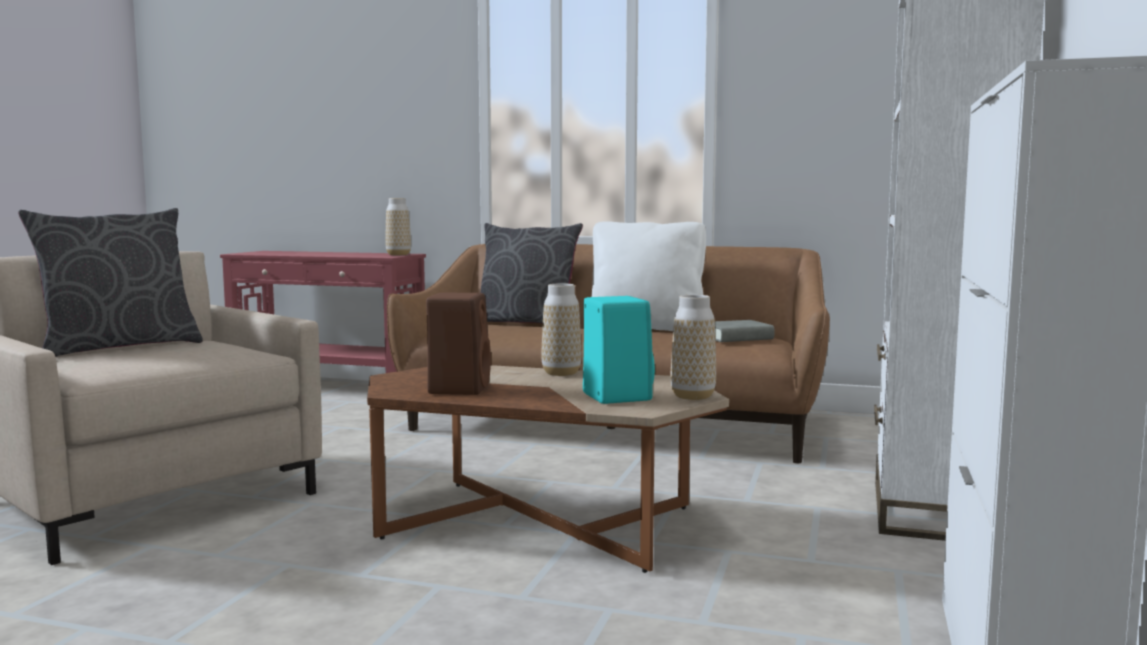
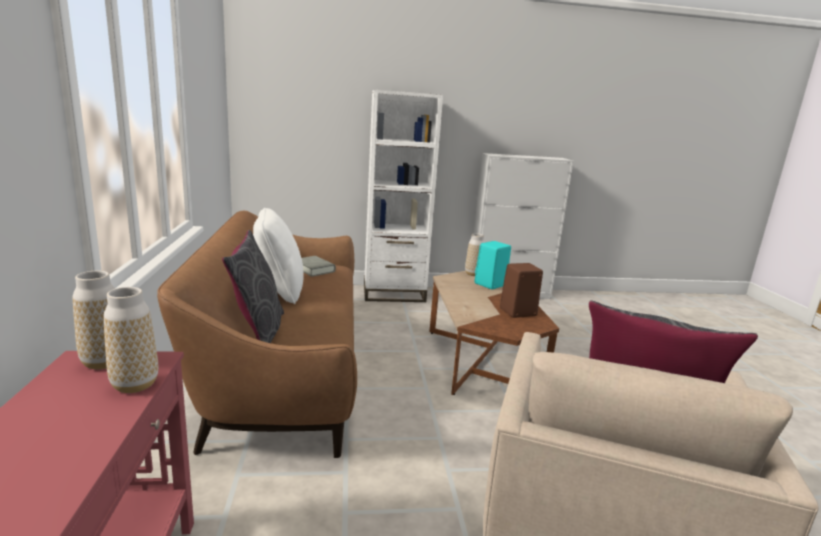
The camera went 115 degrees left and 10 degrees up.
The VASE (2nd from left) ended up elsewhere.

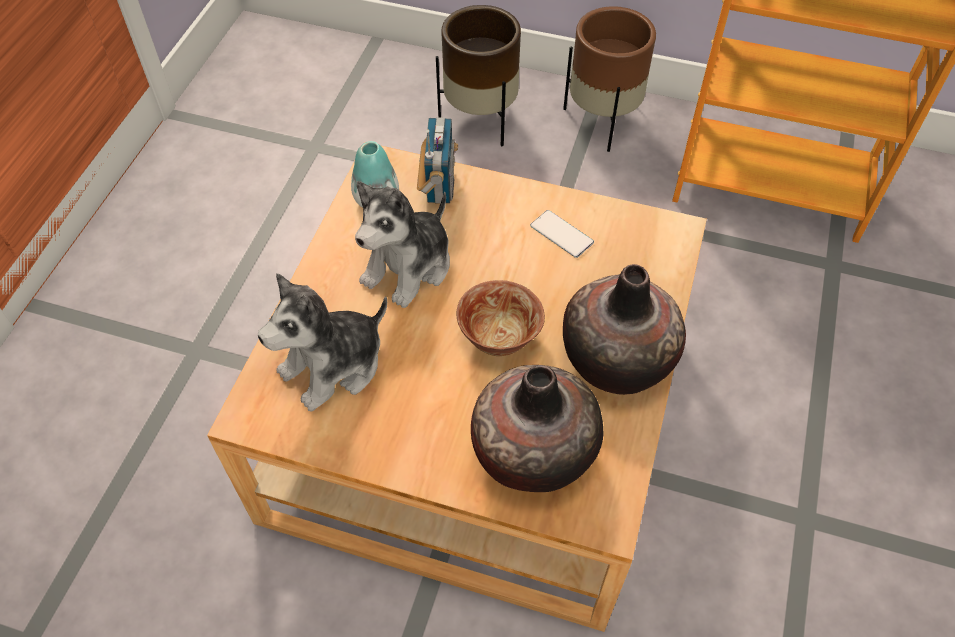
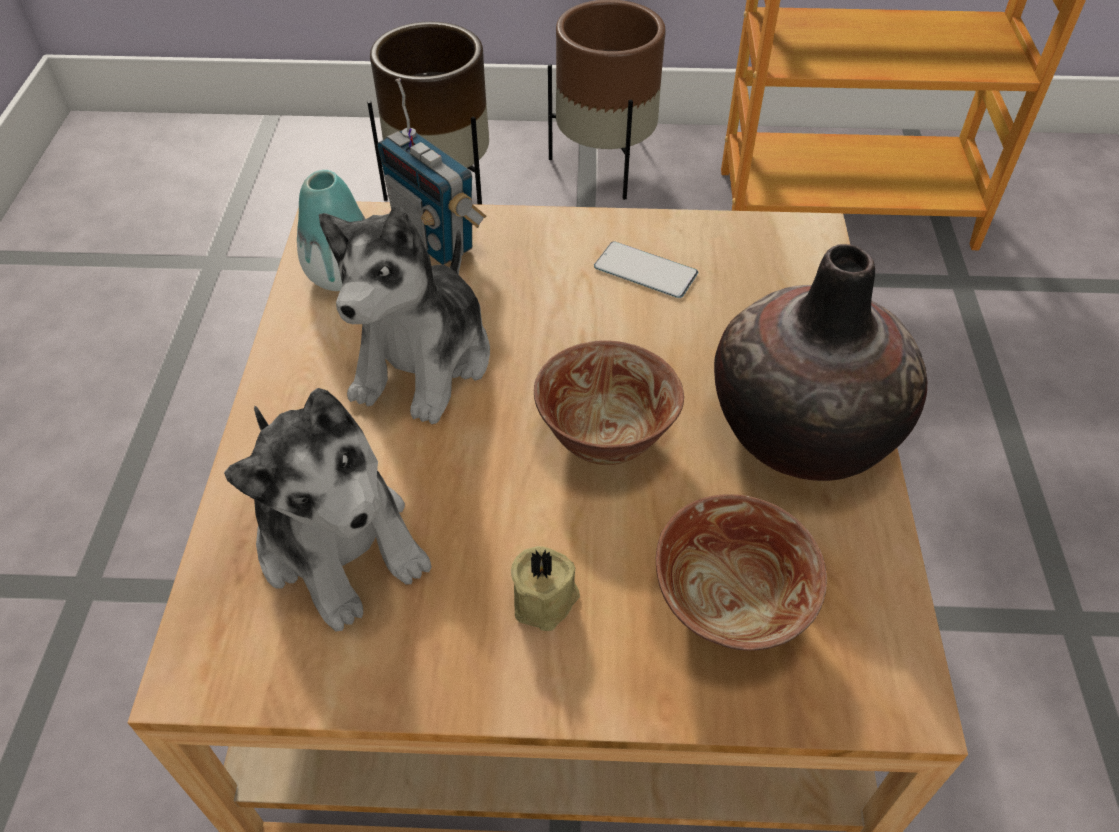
The camera went 15 degrees left and 5 degrees down.
The second view gained the BEIGE CANDLE.
Where the VASE (2nd from left) stood, the BOWL (2nd from left) came to stand.
The PLUSH TOY (1st from left) ended up facing another way, 75 degrees counterclockwise from before.
The RADIO ended up facing another way, 150 degrees clockwise from before.

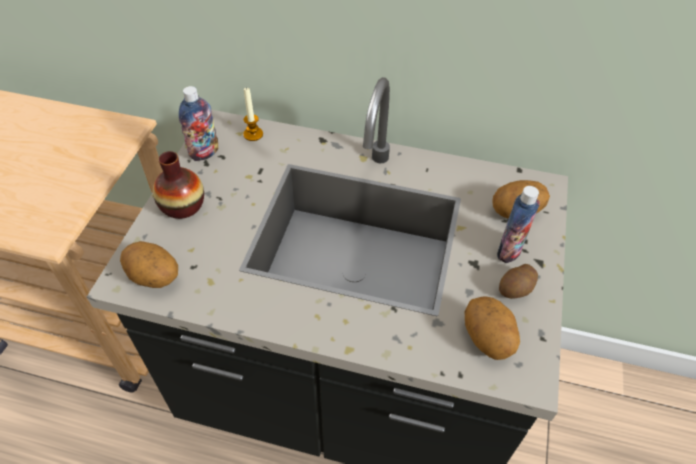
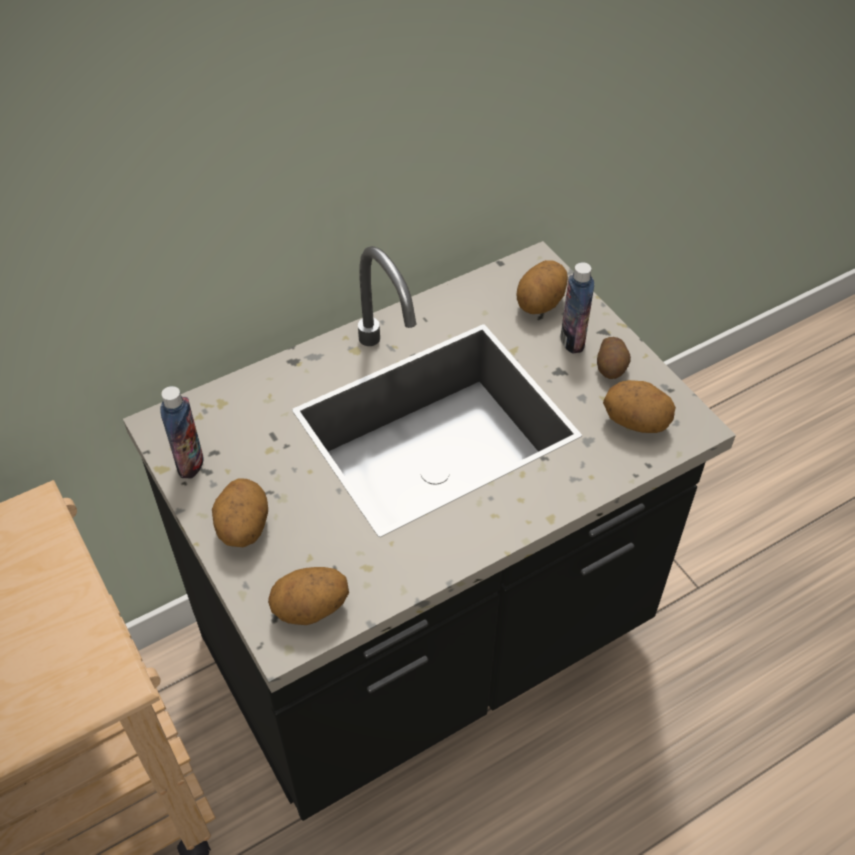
The camera went 45 degrees left and 0 degrees up.
The second view lost the CANDLE.
Where the VASE stood, the POTATO (1st from left) came to stand.

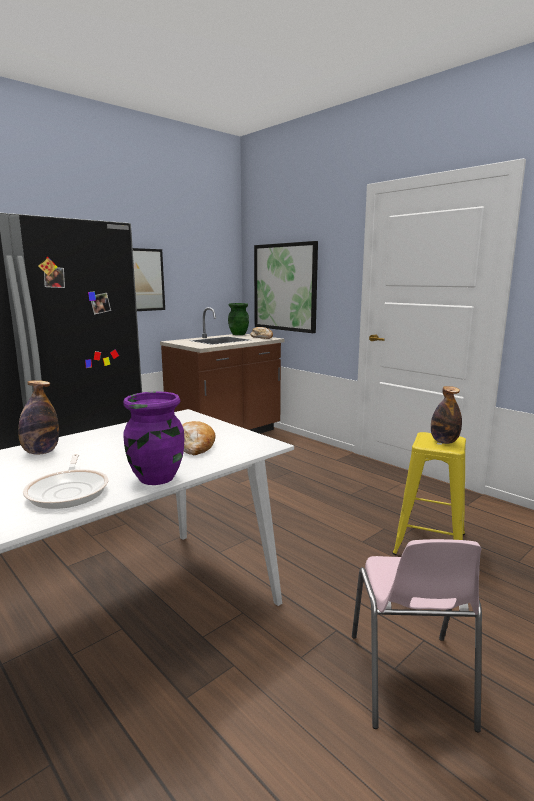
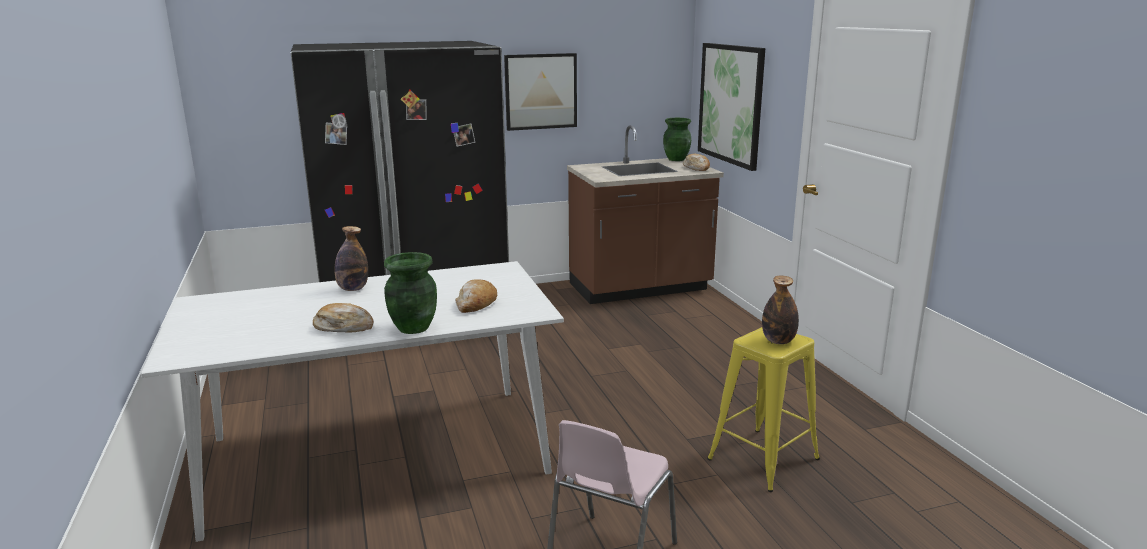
The camera went 25 degrees right and 5 degrees up.
Where the FRYING PAN stood, the BREAD (1st from left) came to stand.
What was the PURPLE VASE turned into the GREEN VASE (1st from left).

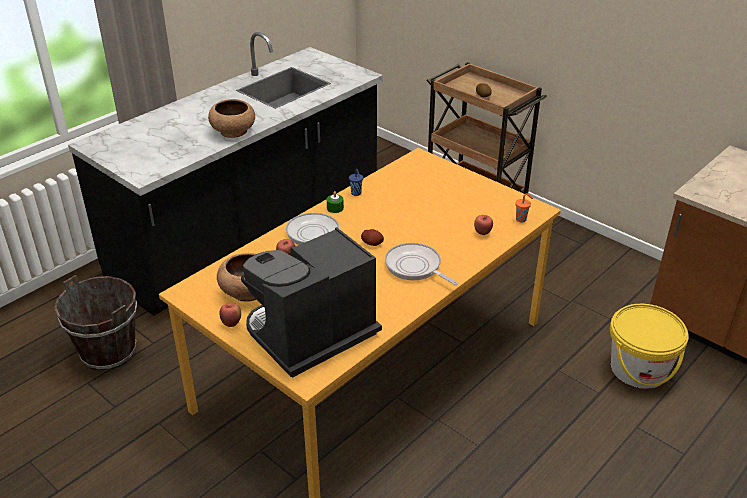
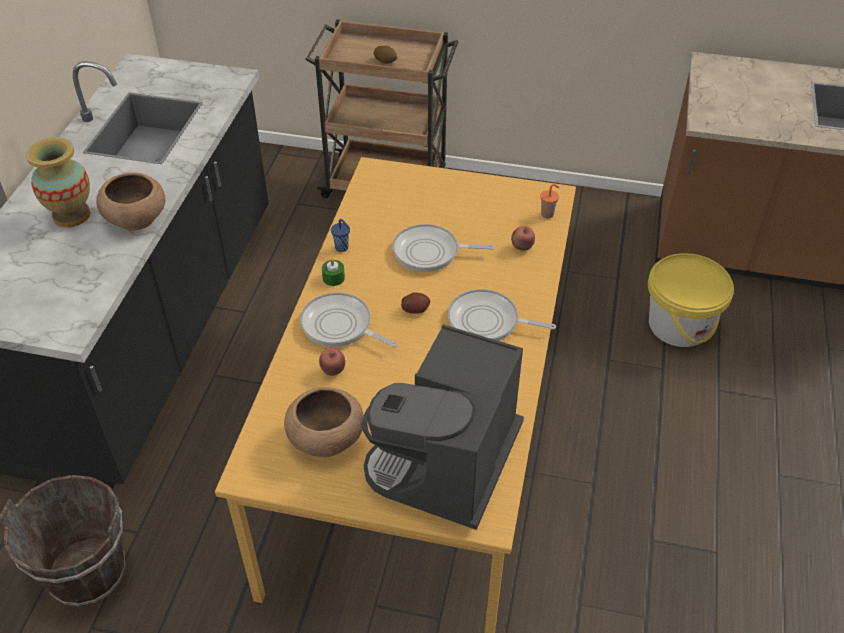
The camera went 30 degrees left and 10 degrees up.
The second view lost the APPLE (1st from left).
The second view gained the VASE.
The second view gained the FRYING PAN (2nd from left).

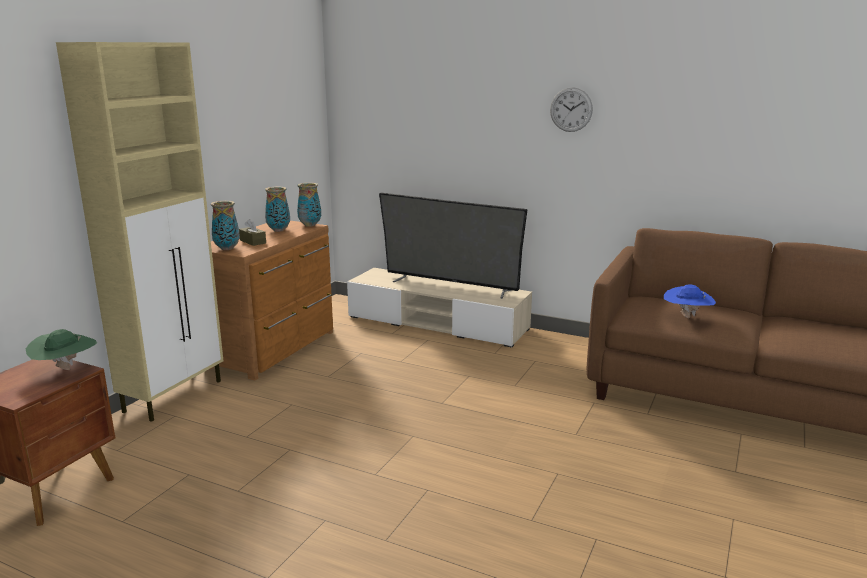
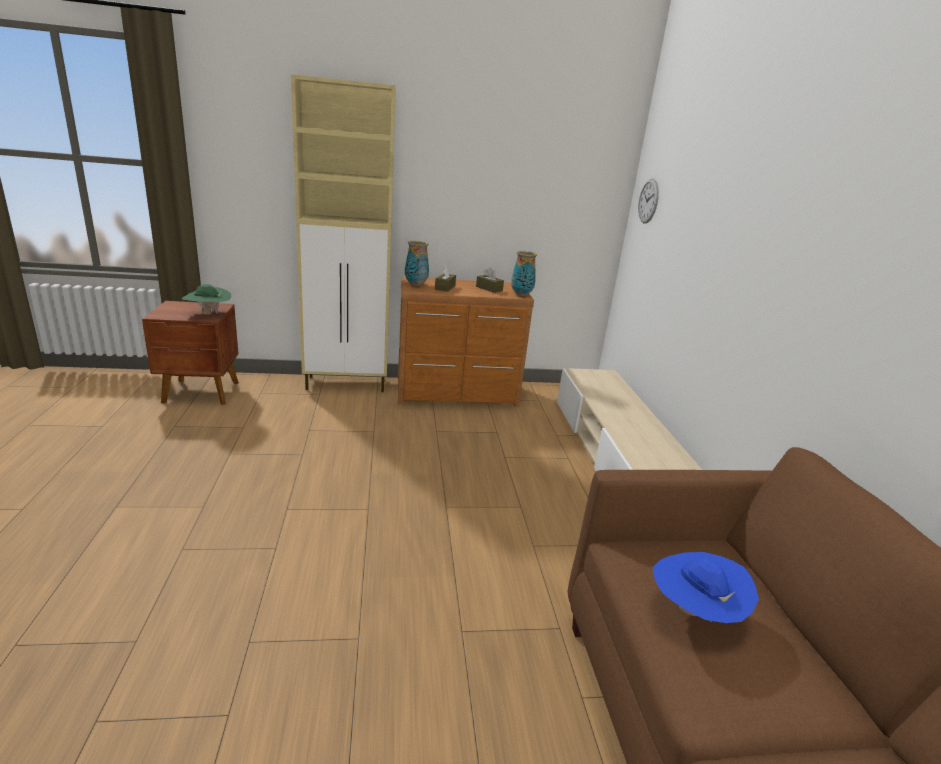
The camera went 55 degrees right and 5 degrees up.
The second view lost the TELEVISION.
The WALL CLOCK ended up elsewhere.
Where the VASE (2nd from left) stood, the BROWN TISSUE BOX (2nd from left) came to stand.

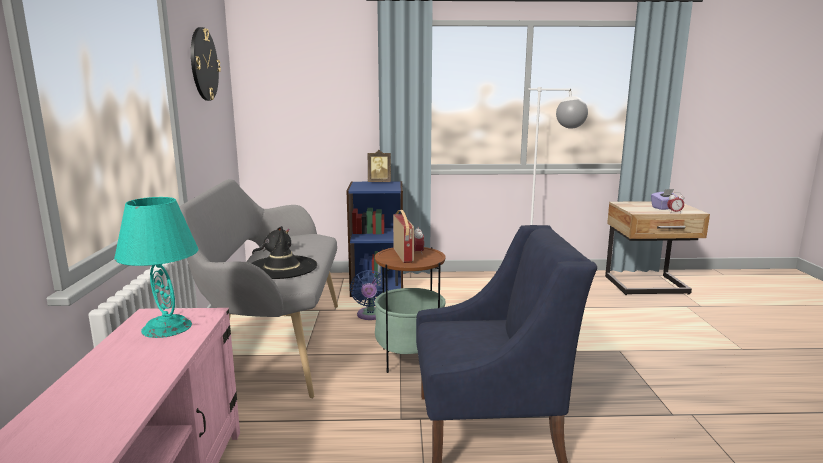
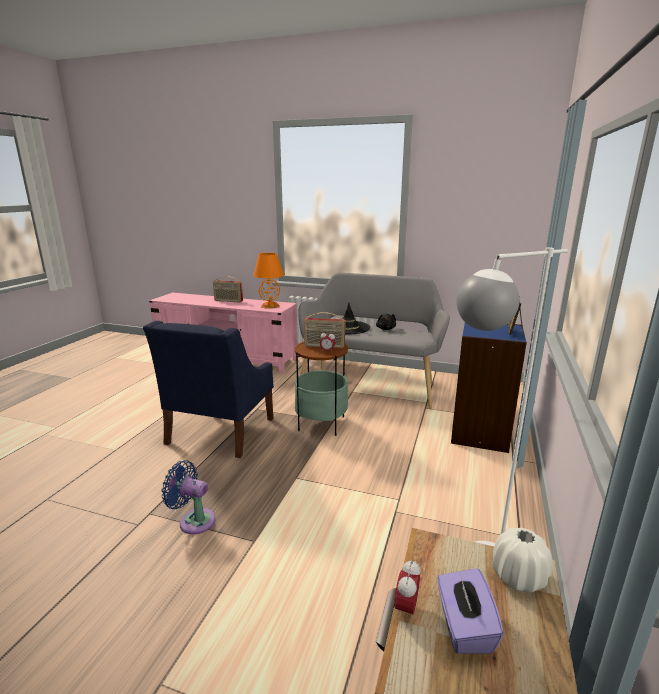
The camera went 110 degrees right and 5 degrees up.
The second view lost the WALL CLOCK.
The second view gained the RADIO (1st from left).
The second view gained the WHITE VASE.
The BLUE FAN ended up elsewhere.
What was the TURQUOISE TABLE LAMP turned into the ORANGE TABLE LAMP.

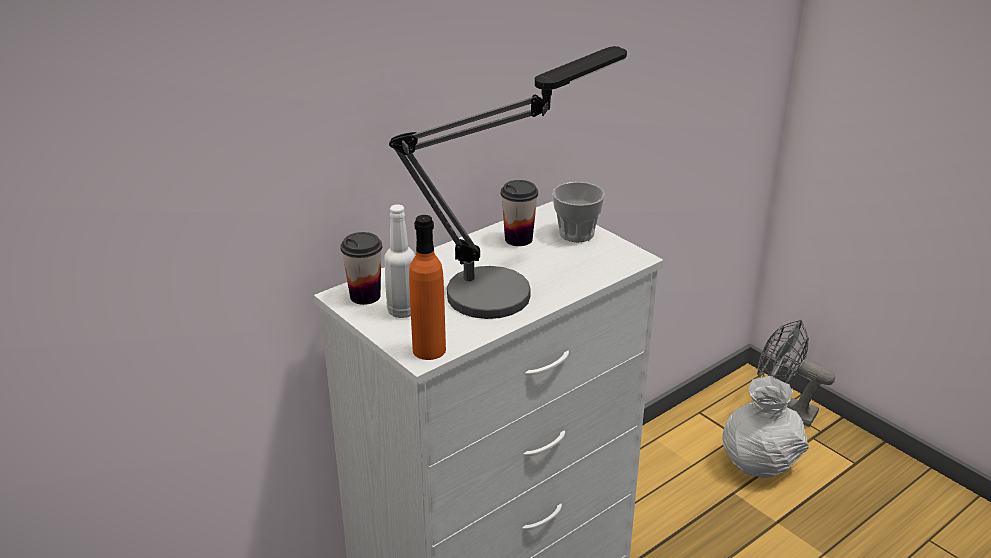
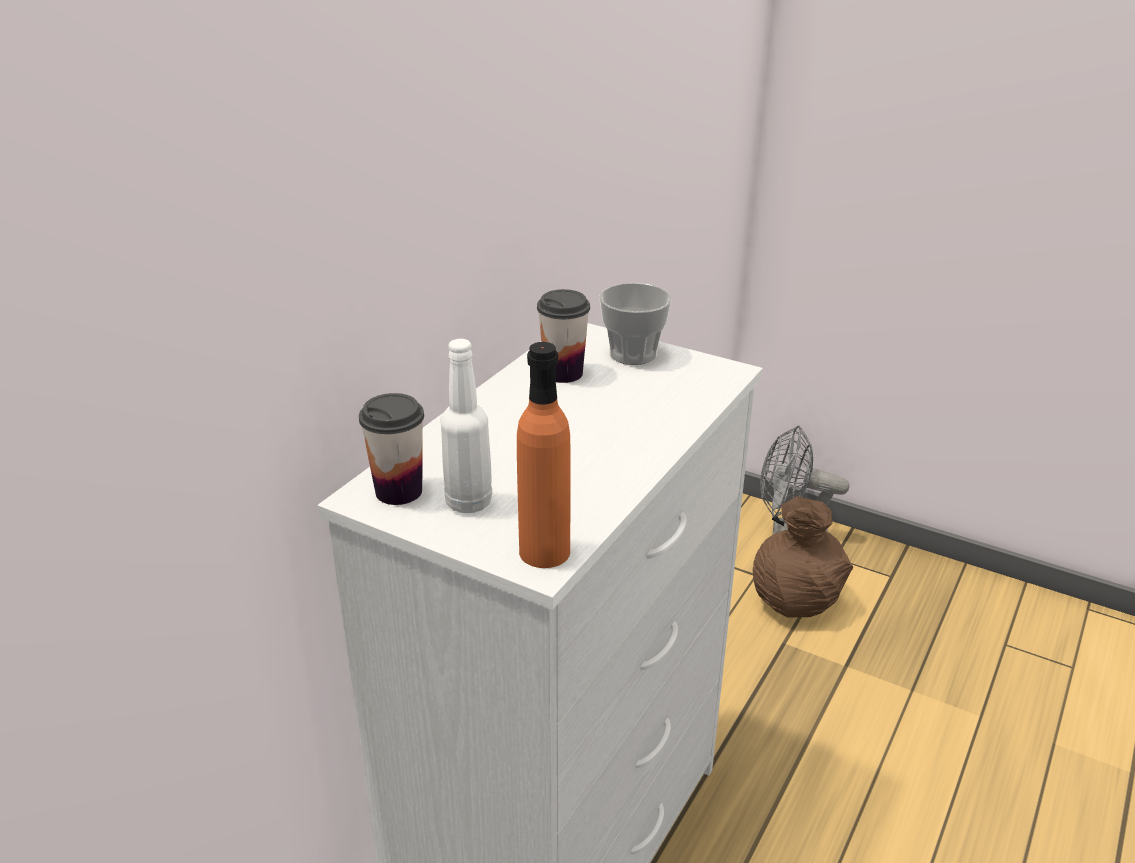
The camera went 20 degrees left and 0 degrees up.
The second view lost the TABLE LAMP.
What was the WHITE VASE turned into the BROWN VASE.

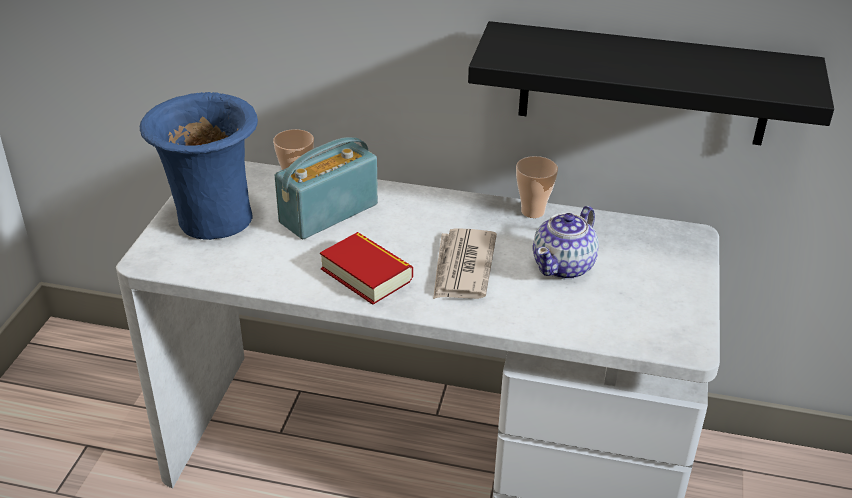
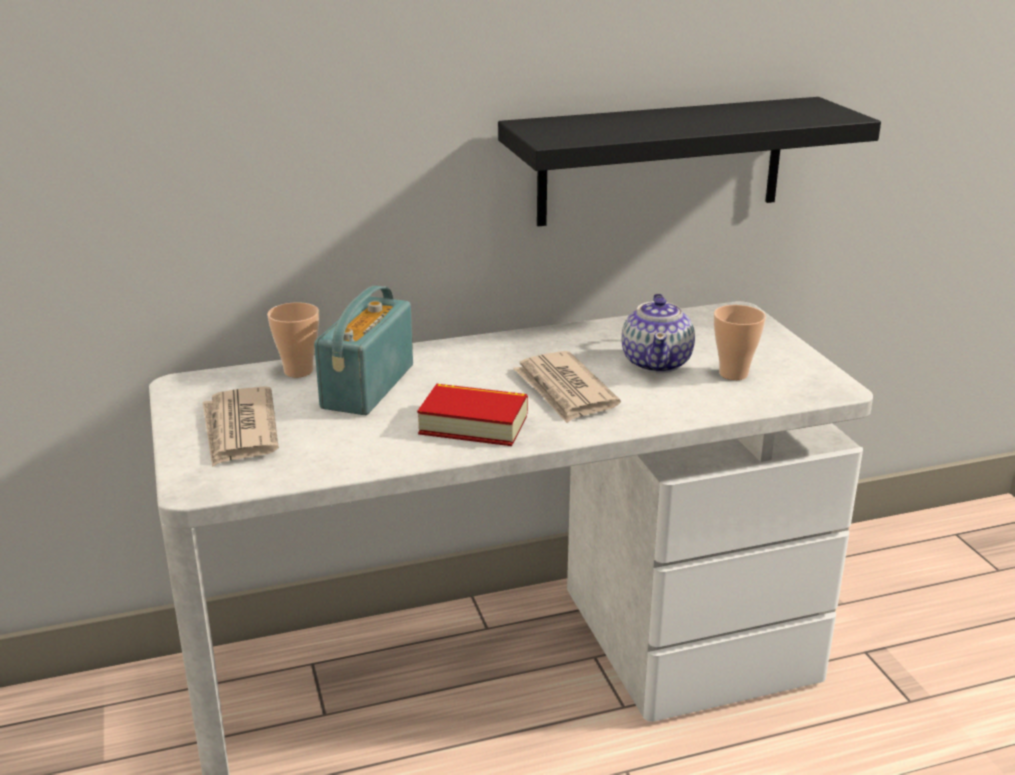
The camera went 30 degrees left and 10 degrees down.
The CUP (2nd from left) ended up elsewhere.
Where the BLUE VASE stood, the NEWSPAPER (1st from left) came to stand.

